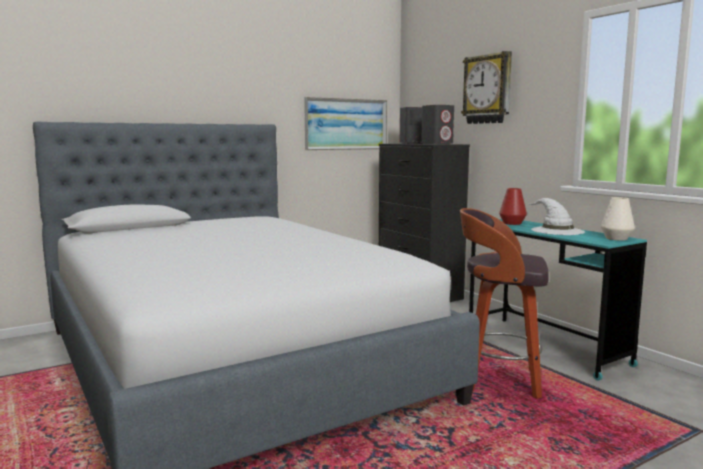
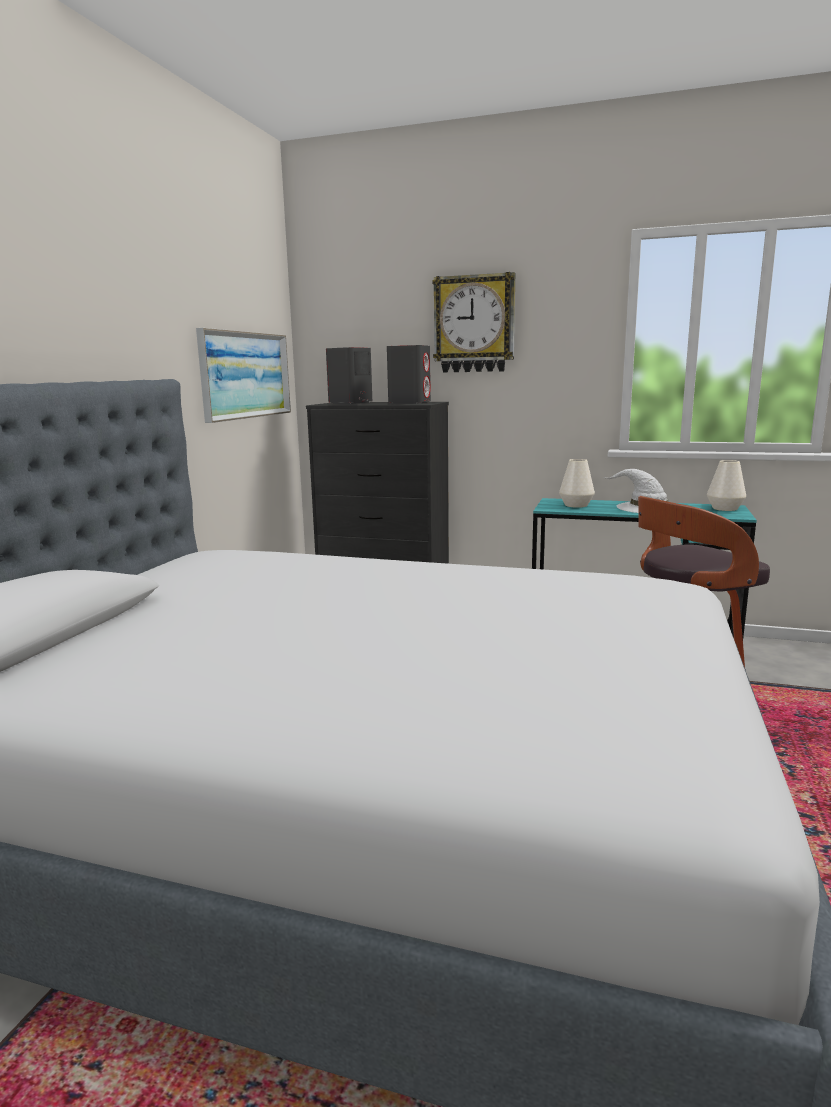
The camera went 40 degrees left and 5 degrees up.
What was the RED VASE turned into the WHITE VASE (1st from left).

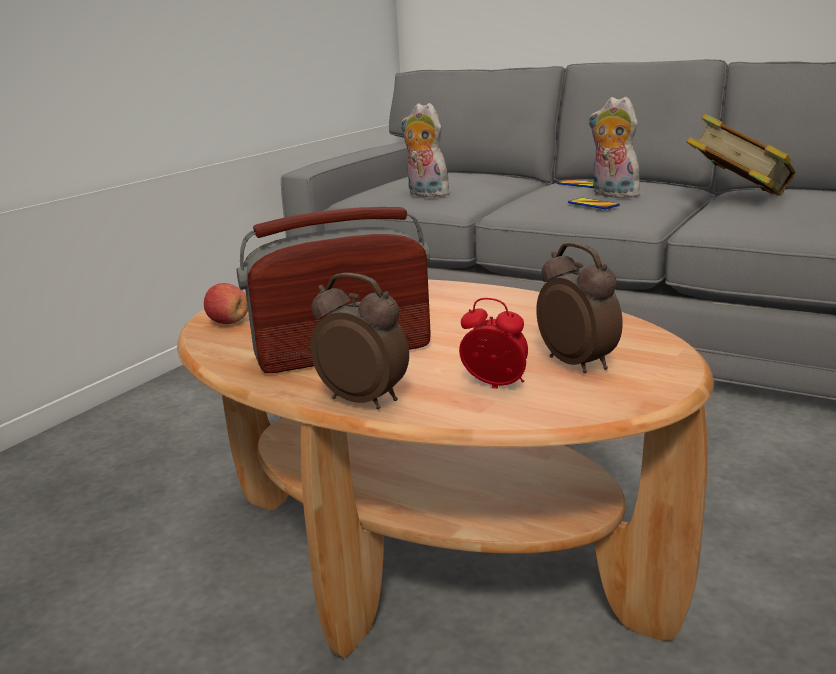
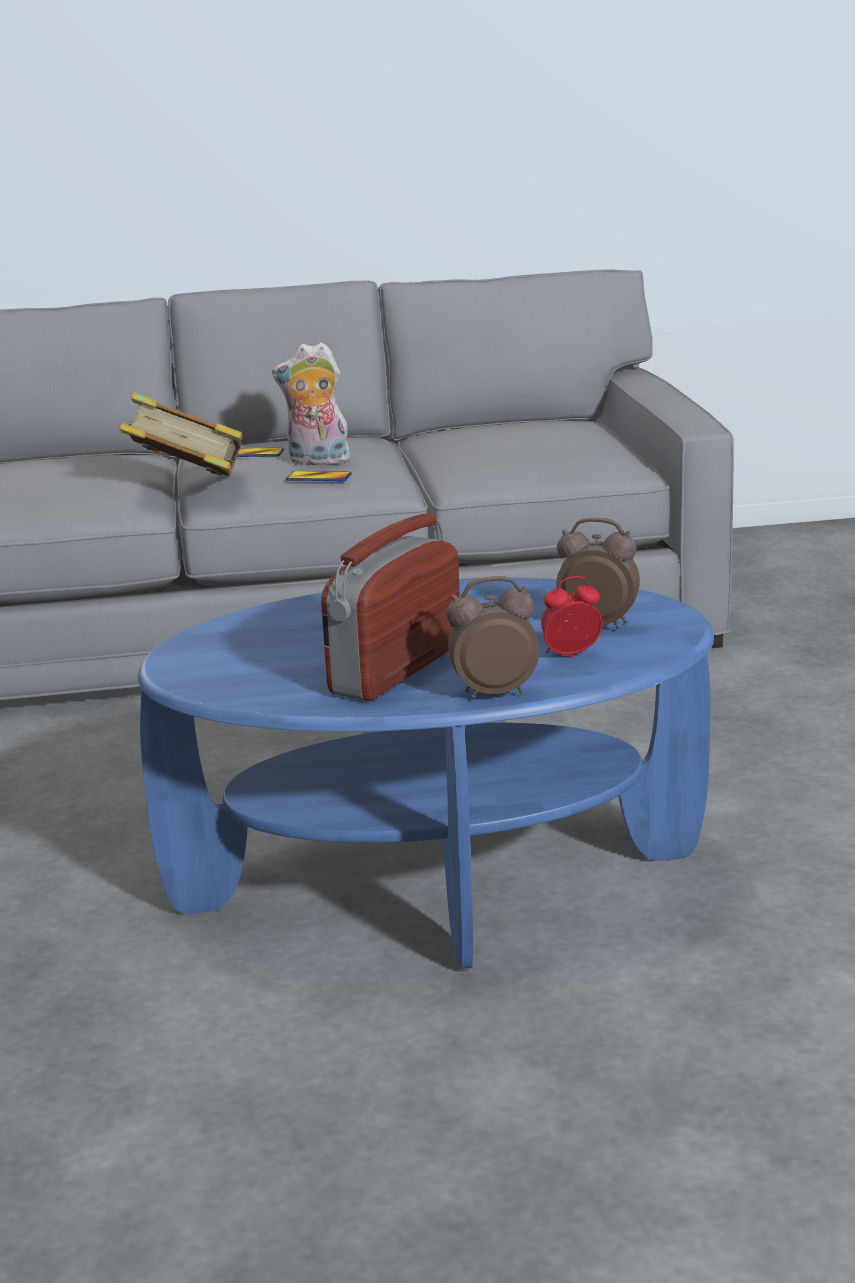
The camera went 40 degrees left and 0 degrees up.
The second view lost the APPLE.
The second view lost the PLUSH TOY (1st from left).
The BOOK ended up elsewhere.
What was the BROWN COFFEE TABLE turned into the BLUE COFFEE TABLE.

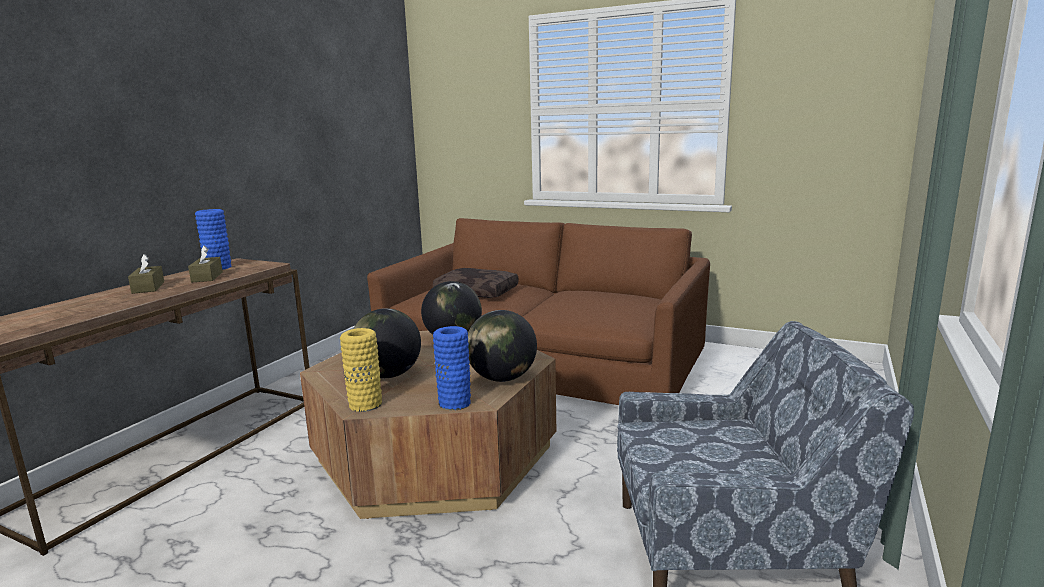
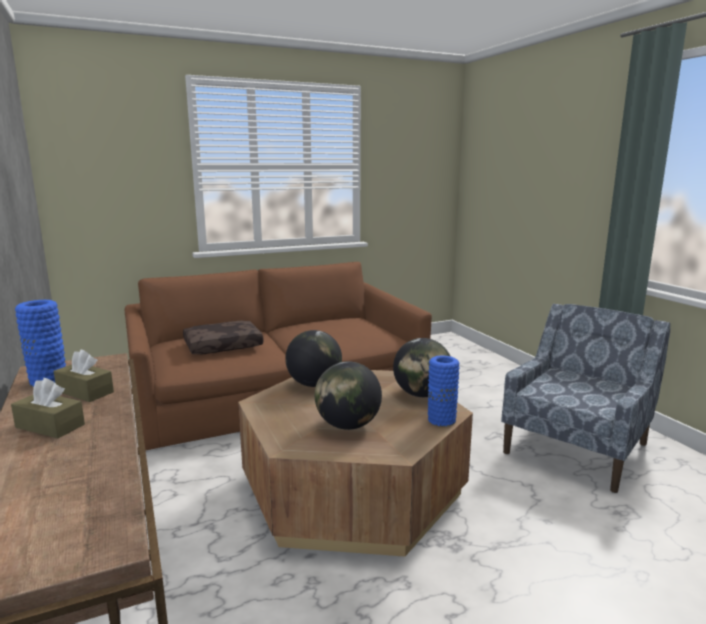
The camera went 50 degrees left and 0 degrees up.
The second view lost the YELLOW VASE.

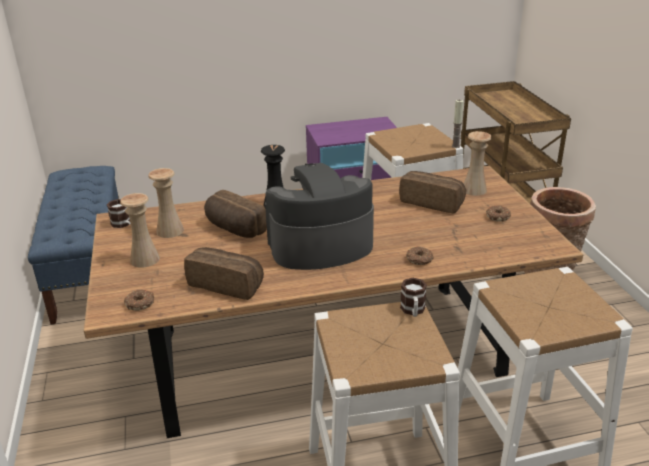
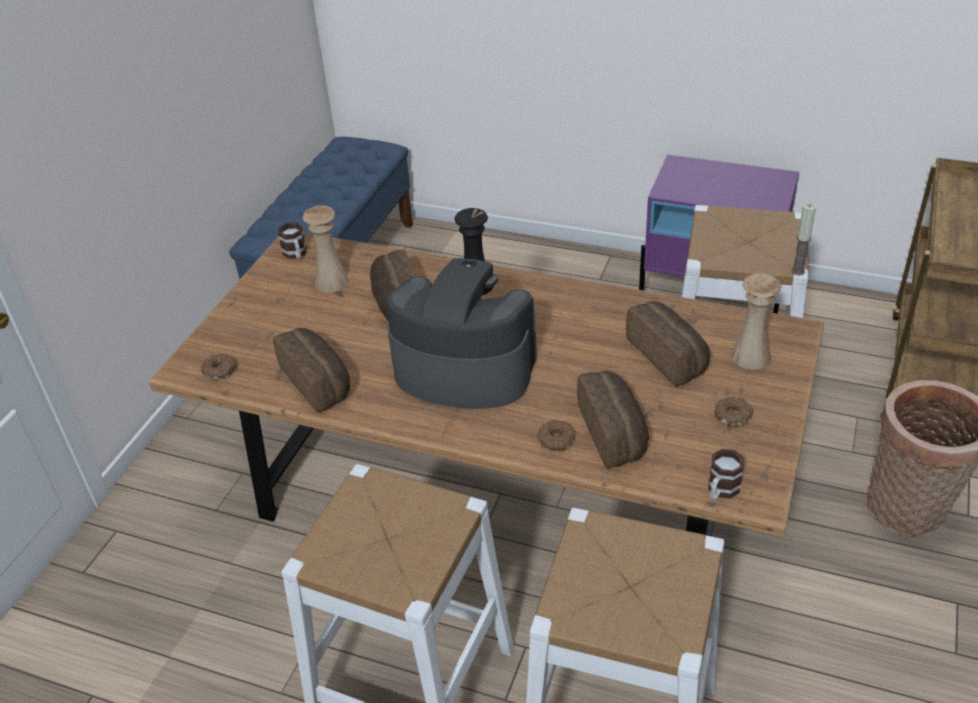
The camera went 35 degrees right and 10 degrees up.
The second view lost the BEIGE VASE (1st from left).
The second view gained the BREAD (3rd from left).
The MUG (2nd from left) ended up elsewhere.

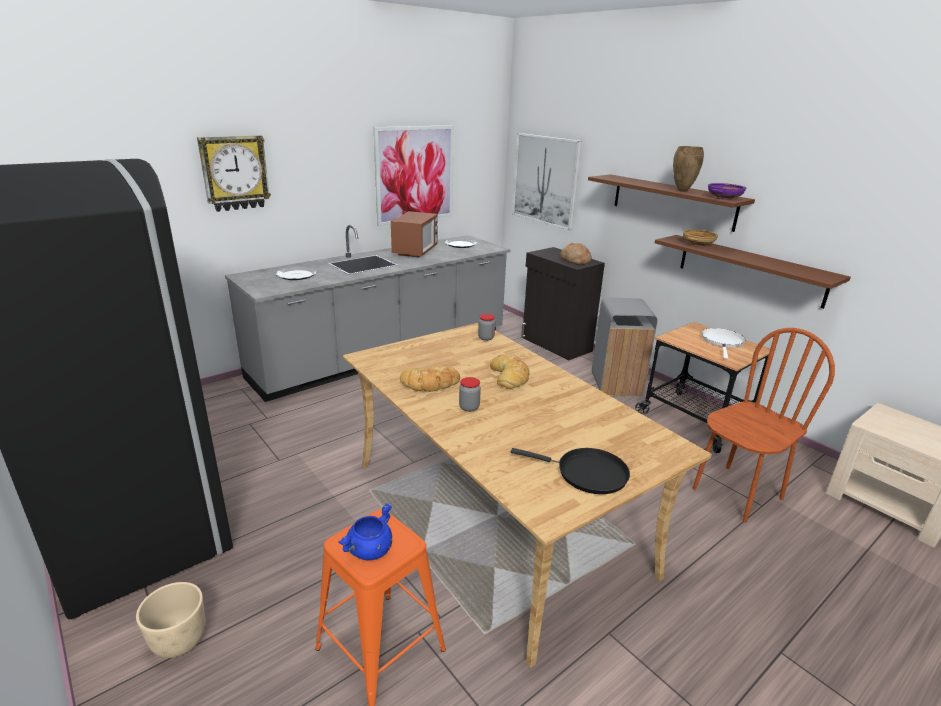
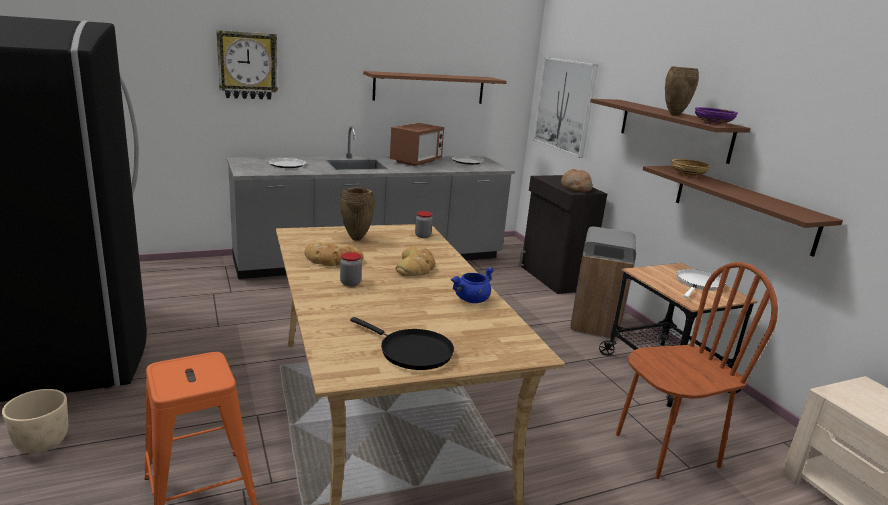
The camera went 15 degrees right and 5 degrees down.
The second view gained the BROWN VASE (1st from left).
The BLUE COOKING POT ended up elsewhere.
Where the PICTURE (1st from left) hung, the BROWN SHELF (1st from left) came to hang.

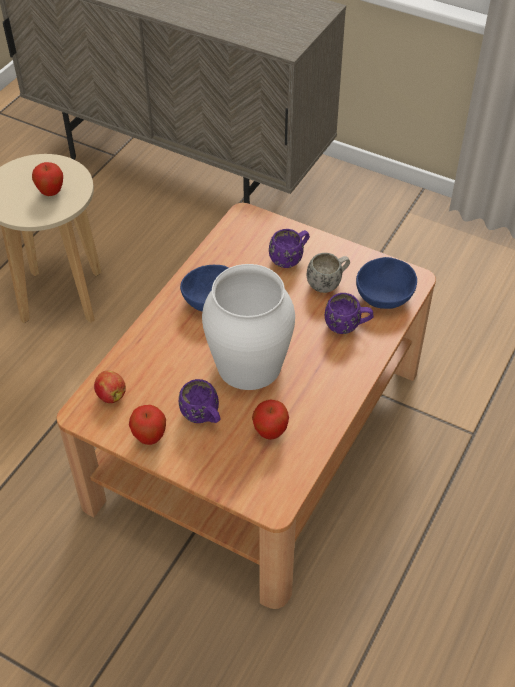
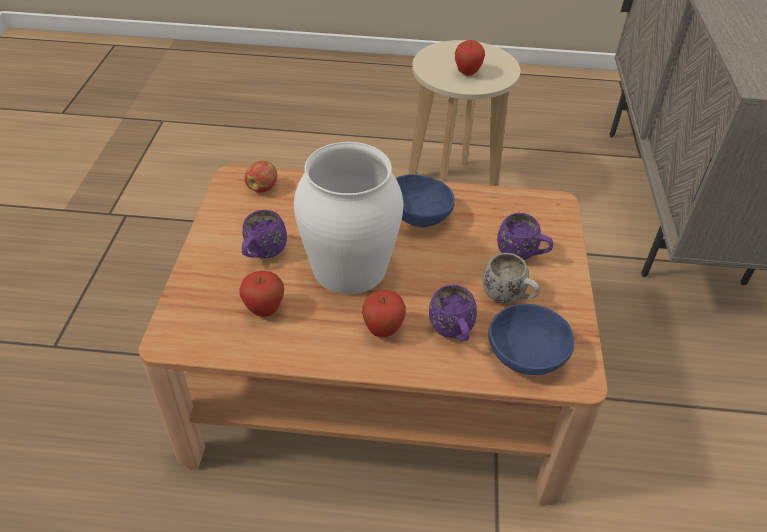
The camera went 65 degrees right and 5 degrees down.
The APPLE (3rd from left) ended up elsewhere.

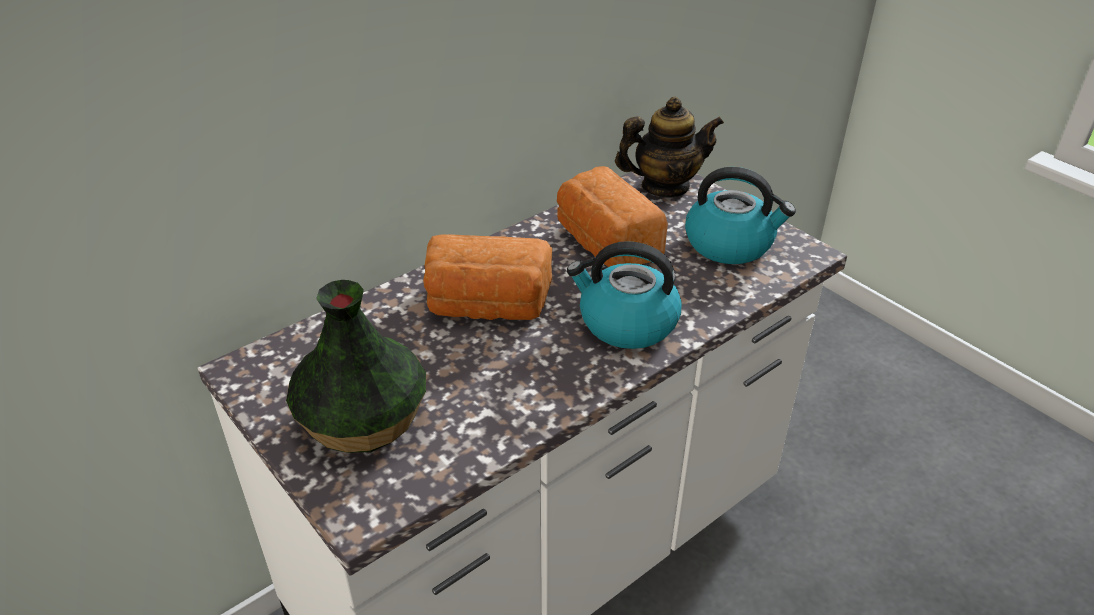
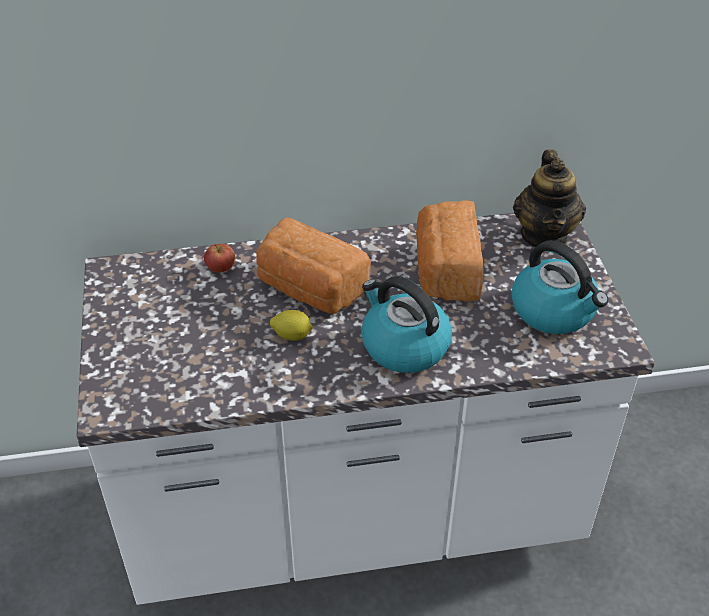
The camera went 30 degrees right and 5 degrees up.
The second view lost the VASE.
The second view gained the APPLE.
The second view gained the LEMON.
The TEAPOT ended up facing another way, 75 degrees clockwise from before.

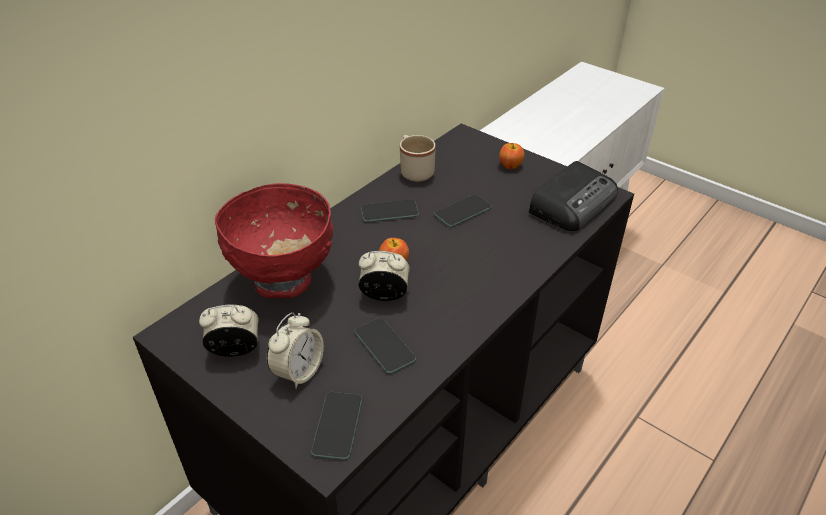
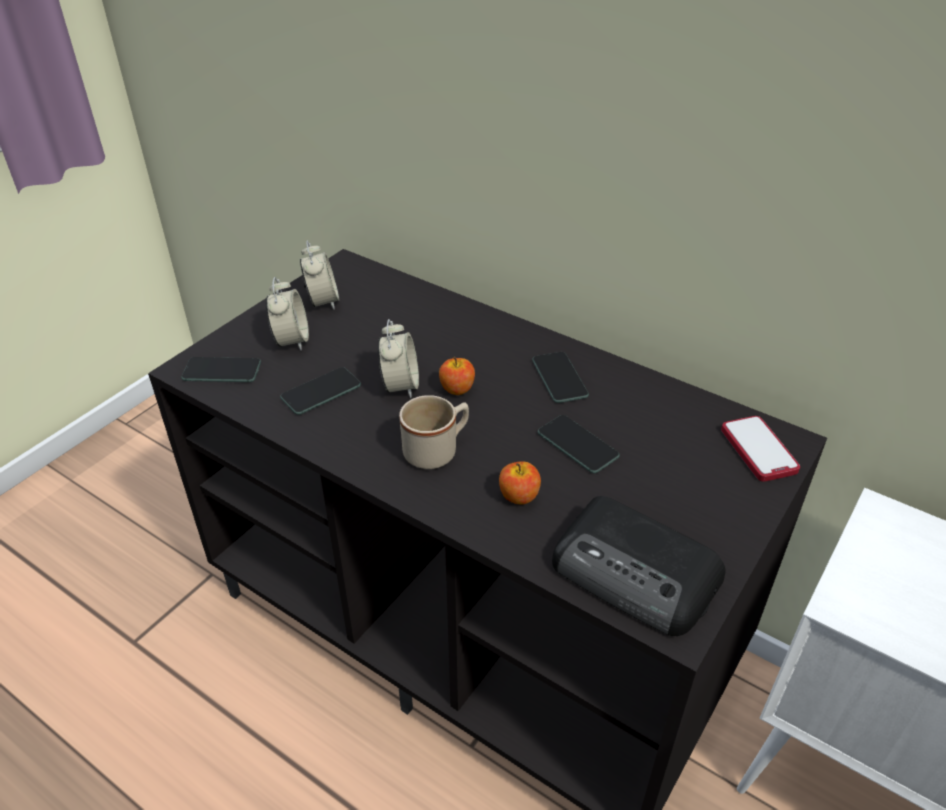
The camera went 85 degrees right and 0 degrees up.
The second view lost the RED BOWL.
The second view gained the PHONE (5th from left).
The BEIGE MUG ended up elsewhere.
The APPLE (2nd from left) ended up elsewhere.
The ALARM CLOCK (2nd from left in the first image) ended up facing another way, 120 degrees counterclockwise from before.

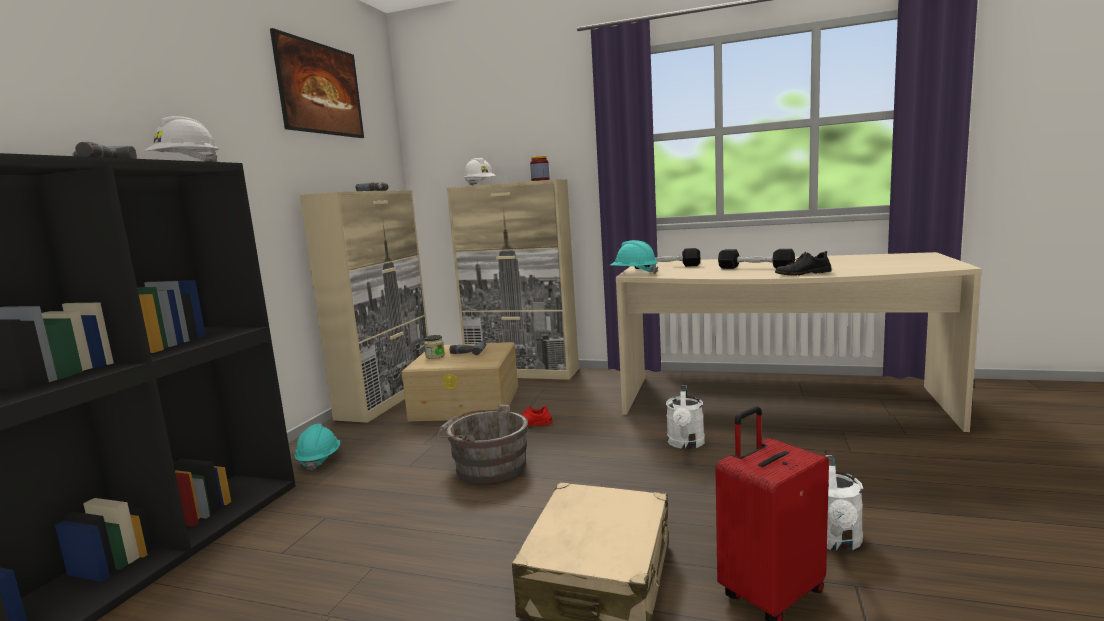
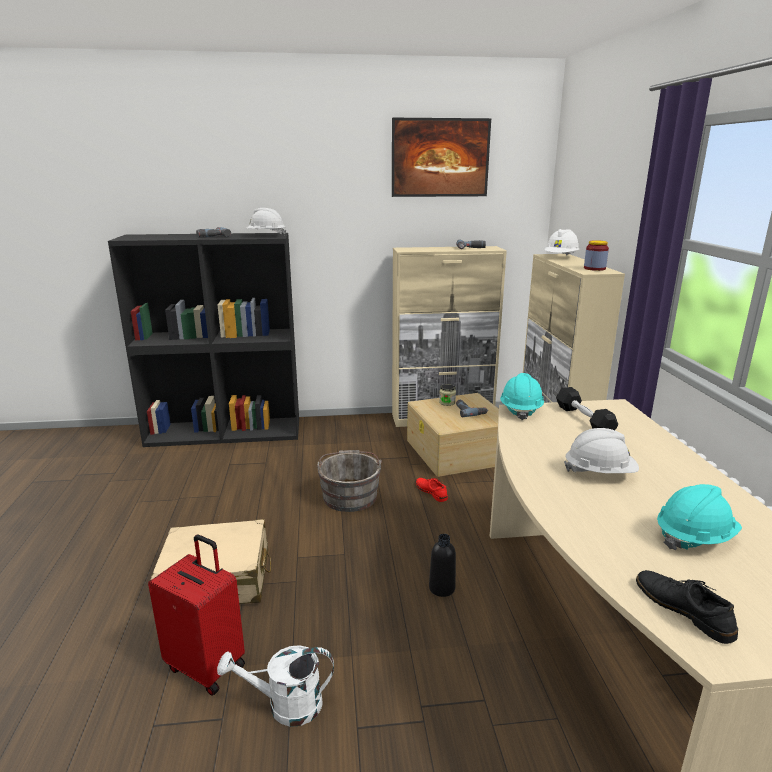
The camera went 65 degrees right and 10 degrees up.
The TURQUOISE HARD HAT (1st from left in the first image) ended up elsewhere.
The BLACK SHOE ended up elsewhere.
Where the WHITE WATERING CAN (1st from left) stood, the BLACK BOTTLE came to stand.
Where the BLACK DUMBBELL (2nd from left) stood, the WHITE HARD HAT (3rd from left) came to stand.

